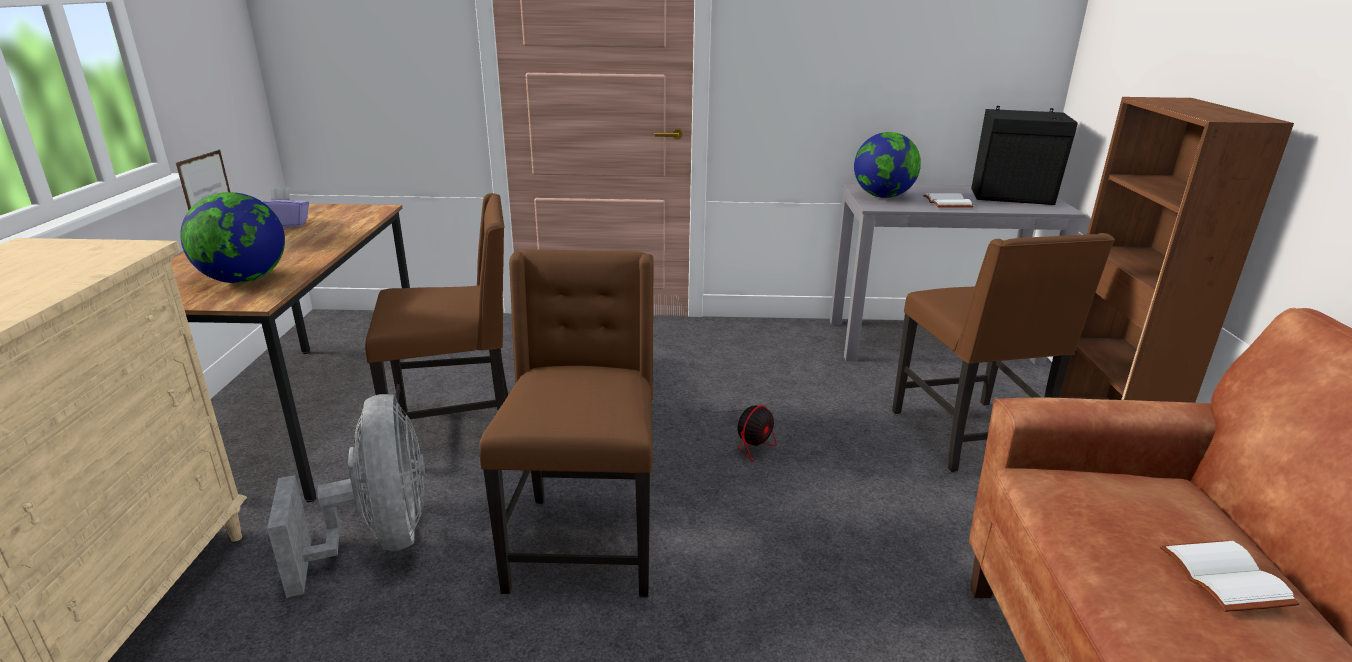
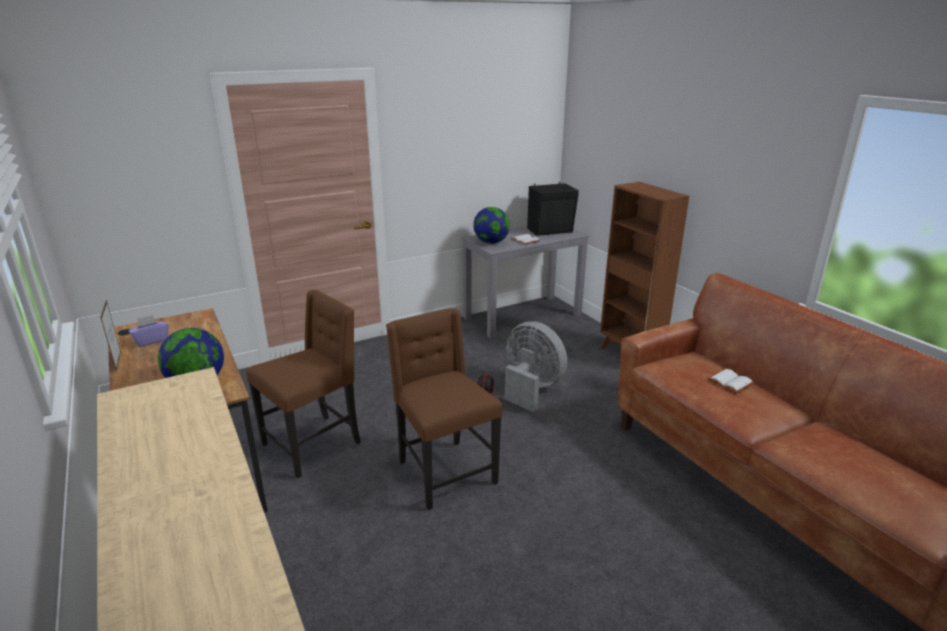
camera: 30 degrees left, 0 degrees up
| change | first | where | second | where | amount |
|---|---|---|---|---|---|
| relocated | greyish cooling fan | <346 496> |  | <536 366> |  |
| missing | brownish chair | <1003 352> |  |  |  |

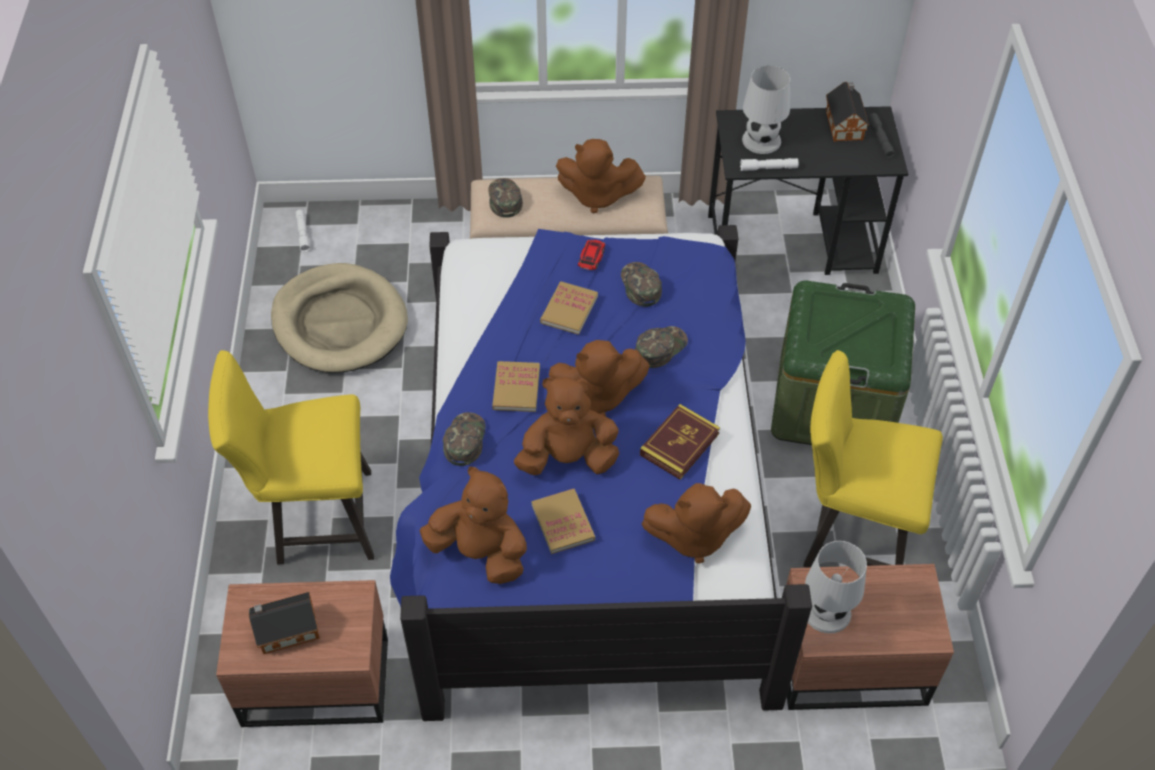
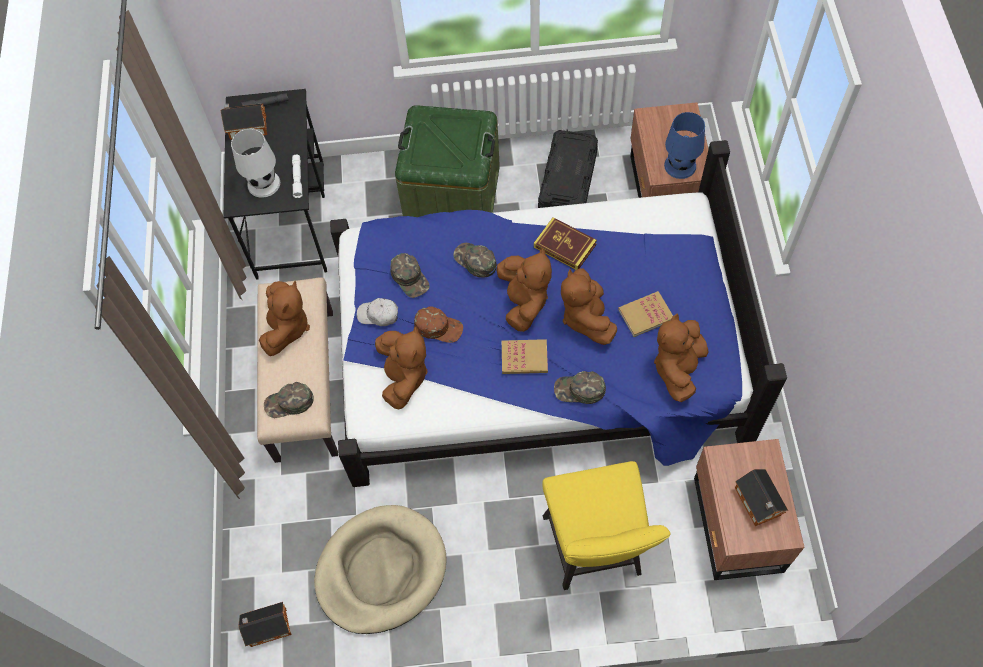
camera: 90 degrees left, 10 degrees up
| change | first | where | second | where | amount |
|---|---|---|---|---|---|
| exchanged | white-coloured flashlight | <303 231> | toy house | <265 624> |  |
| exchanged | bound book | <569 308> | brownish cap | <438 324> |  |
| exchanged | model car | <591 255> | white-coloured cap | <377 312> |  |
| spun | green-coloured cap | <641 284> |  | <410 275> | 105 degrees counterclockwise |
| relocated | brownish cuddly toy | <696 523> |  | <401 367> |  |
| exchanged | yellow chair | <873 459> | black storage container | <568 169> |  |
| colour | white-coloured table lamp | <836 587> | blue table lamp | <684 145> |  |

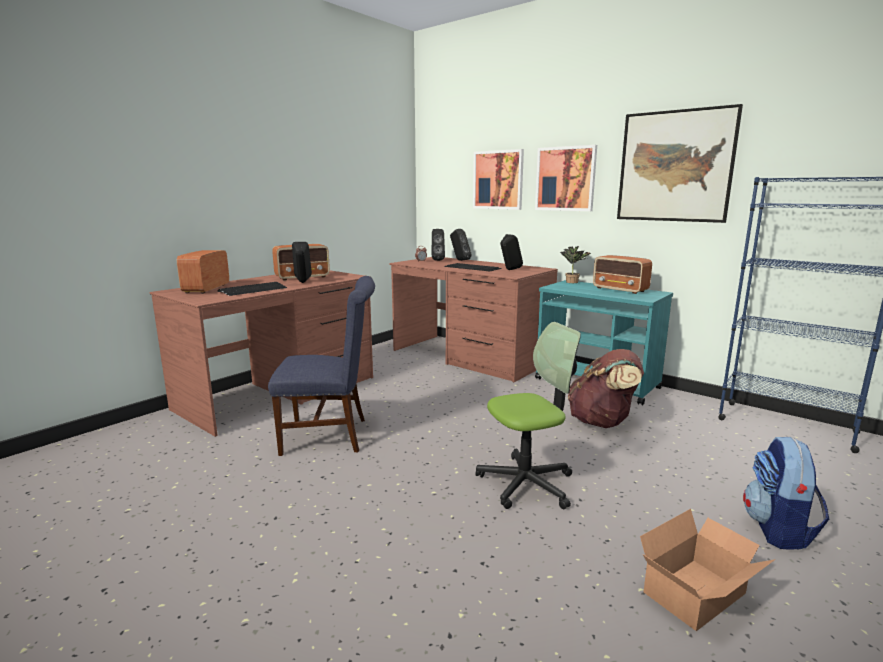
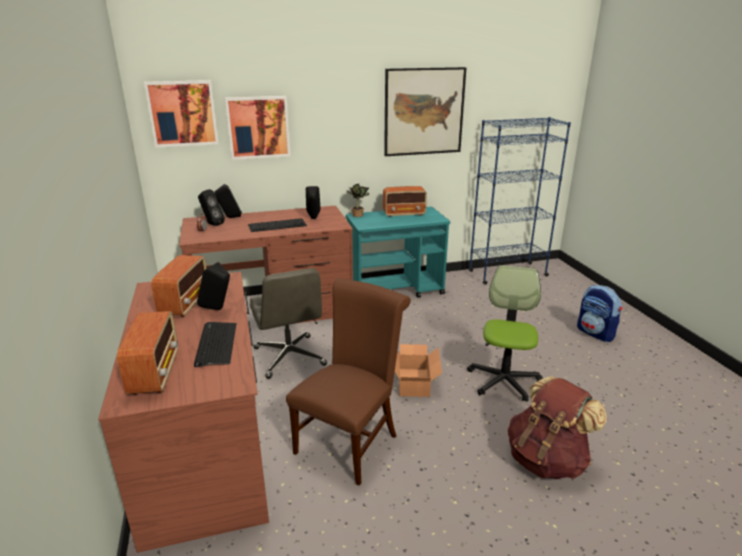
camera: 55 degrees left, 10 degrees up
| change | first | where | second | where | amount |
|---|---|---|---|---|---|
| spun | radio set | <203 272> |  | <147 353> | 135 degrees counterclockwise |
| colour | blue chair | <321 366> | brownish chair | <348 381> |  |
| relocated | wall picture | <566 178> |  | <181 114> |  |
| relocated | brownish backpack | <606 388> |  | <557 427> |  |
| relocated | carton | <707 570> |  | <418 370> |  |
| appeared |  |  | greyish office chair | <288 323> |  |

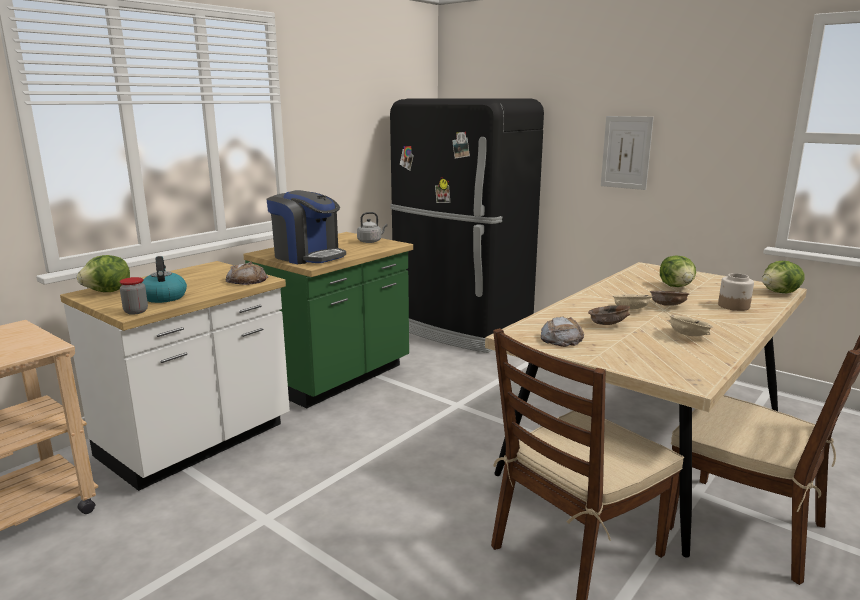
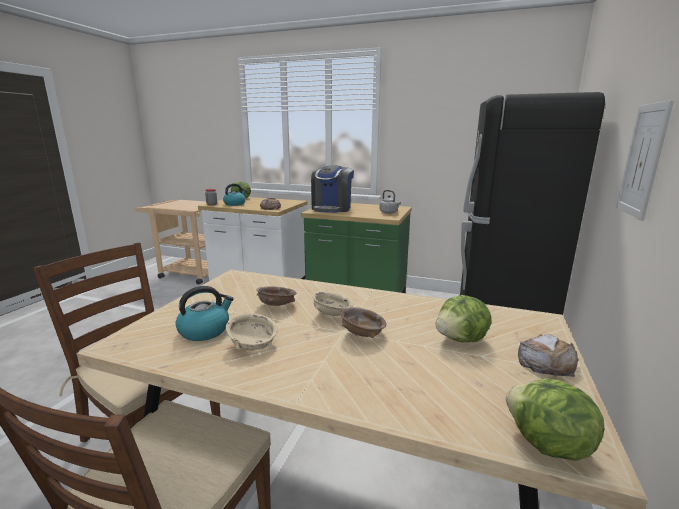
camera: 70 degrees right, 0 degrees up
| change | first | where | second | where | amount |
|---|---|---|---|---|---|
| relocated | bread | <562 331> |  | <548 355> |  |
| missing | preserve jar | <736 292> |  |  |  |
| appeared |  |  | tea kettle | <205 313> |  |

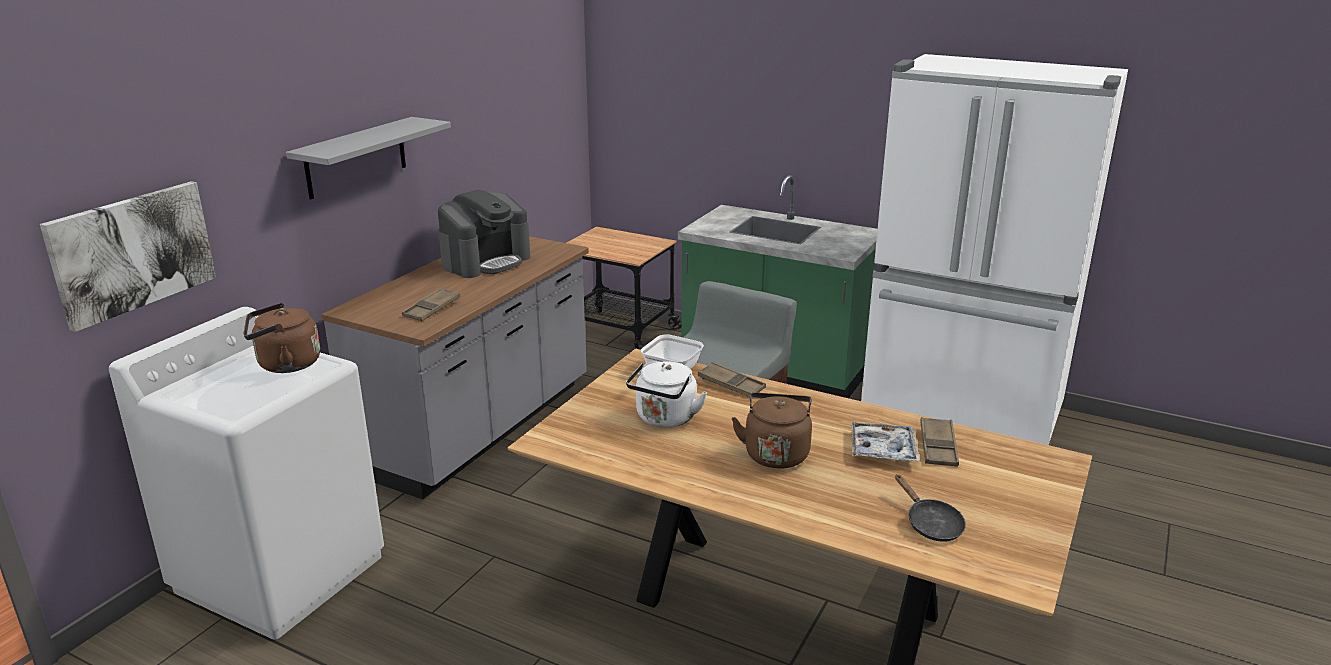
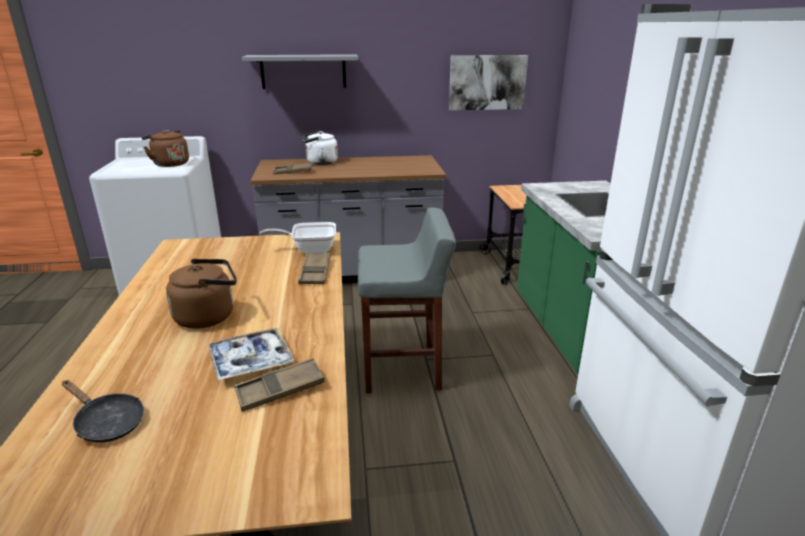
camera: 55 degrees right, 0 degrees up
| change | first | where | second | where | amount |
|---|---|---|---|---|---|
| relocated | wall picture | <128 256> |  | <488 82> |  |
| missing | coffee brewer | <484 234> |  |  |  |
| relocated | white-coloured tea kettle | <666 394> |  | <320 148> |  |
| spun | black frying pan | <930 508> |  | <103 411> | 90 degrees counterclockwise |

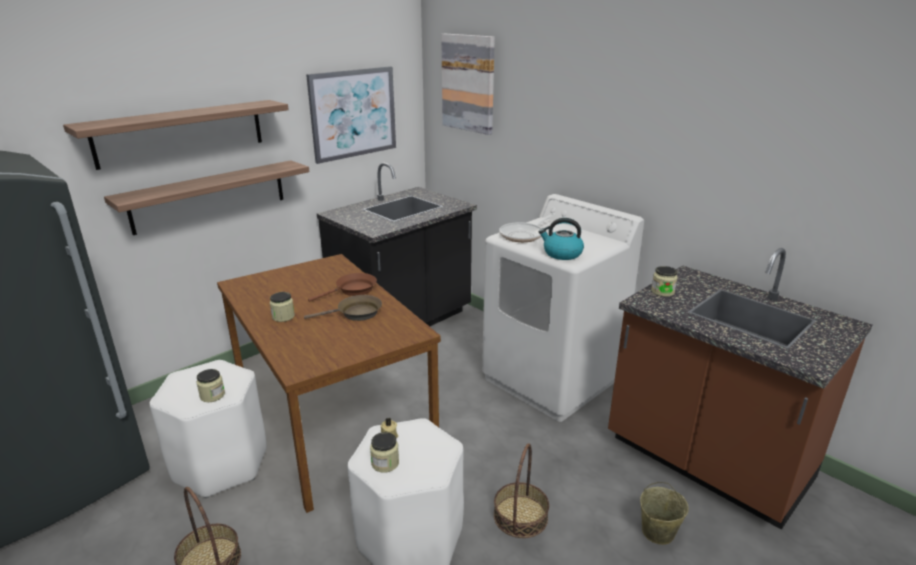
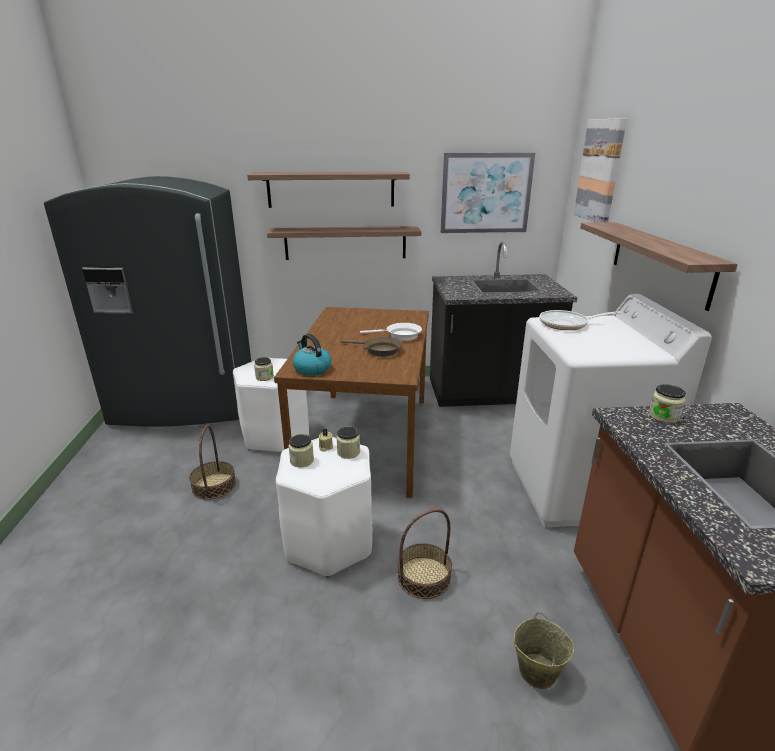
camera: 40 degrees right, 0 degrees up
| change | first | where | second | where | amount |
|---|---|---|---|---|---|
| relocated | preserve jar | <282 307> |  | <348 443> |  |
| colour | brownish frying pan | <342 287> | white-coloured frying pan | <391 332> |  |
| relocated | tea kettle | <561 239> |  | <312 354> |  |
| appeared |  |  | shelf | <658 266> |  |

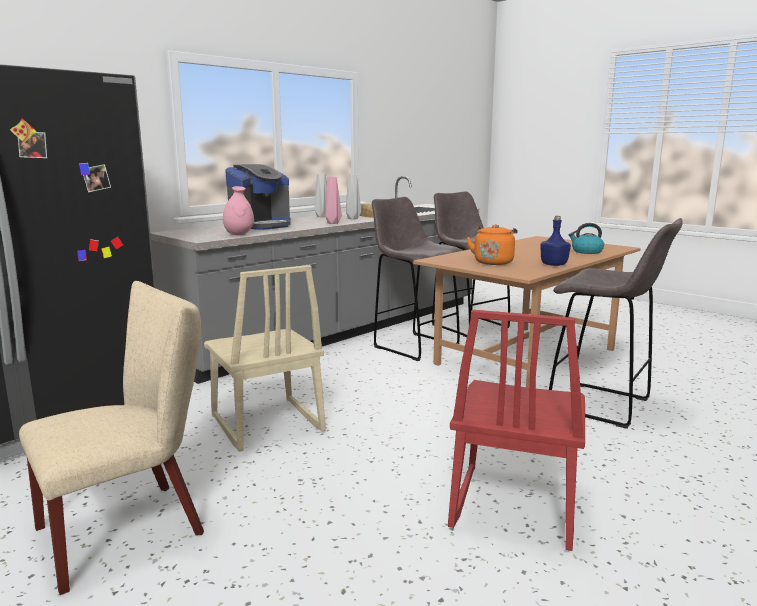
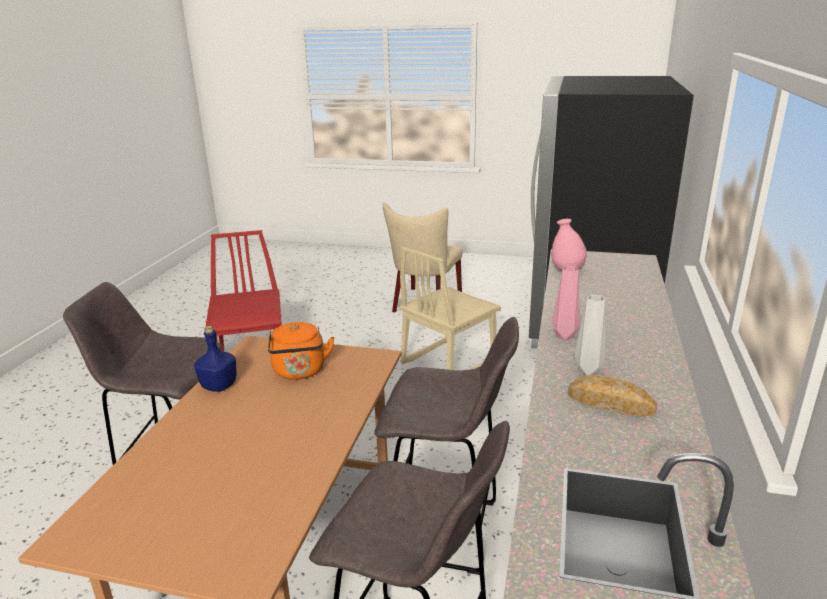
camera: 150 degrees right, 10 degrees up
| change | first | where | second | where | amount |
|---|---|---|---|---|---|
| spun | beige chair | <265 358> |  | <450 308> | 75 degrees counterclockwise |
| missing | coffee brewer | <258 197> |  |  |  |
| missing | greyish decorative vase | <321 195> |  |  |  |
| missing | tea kettle | <586 238> |  |  |  |

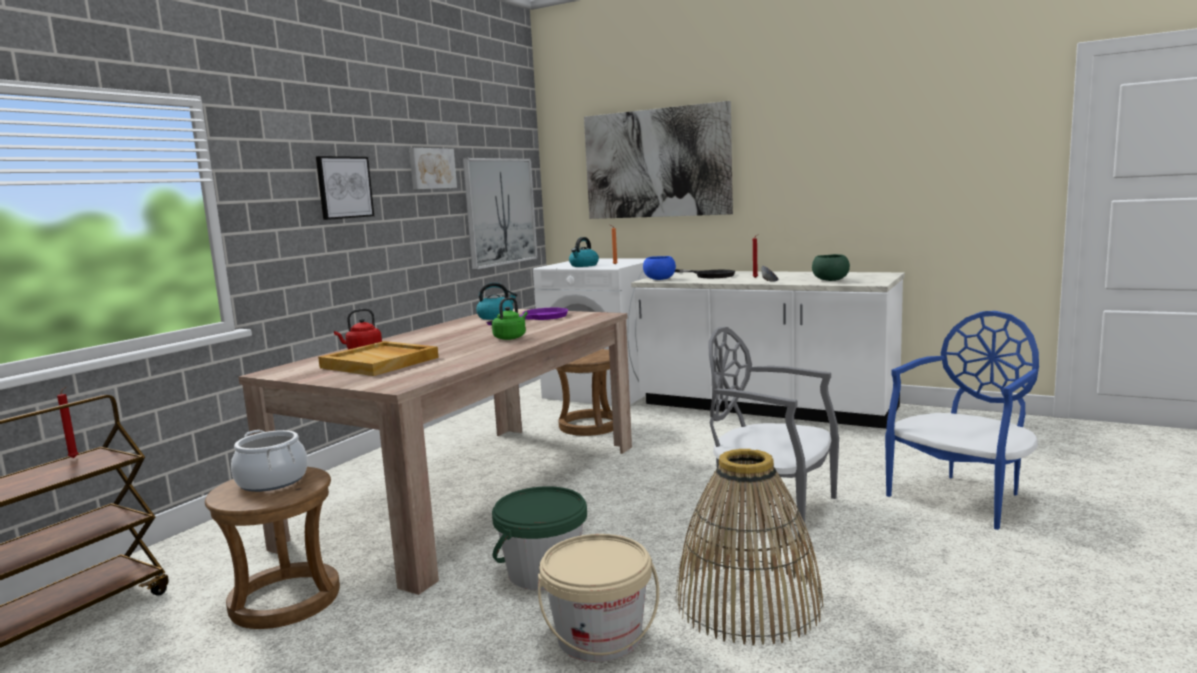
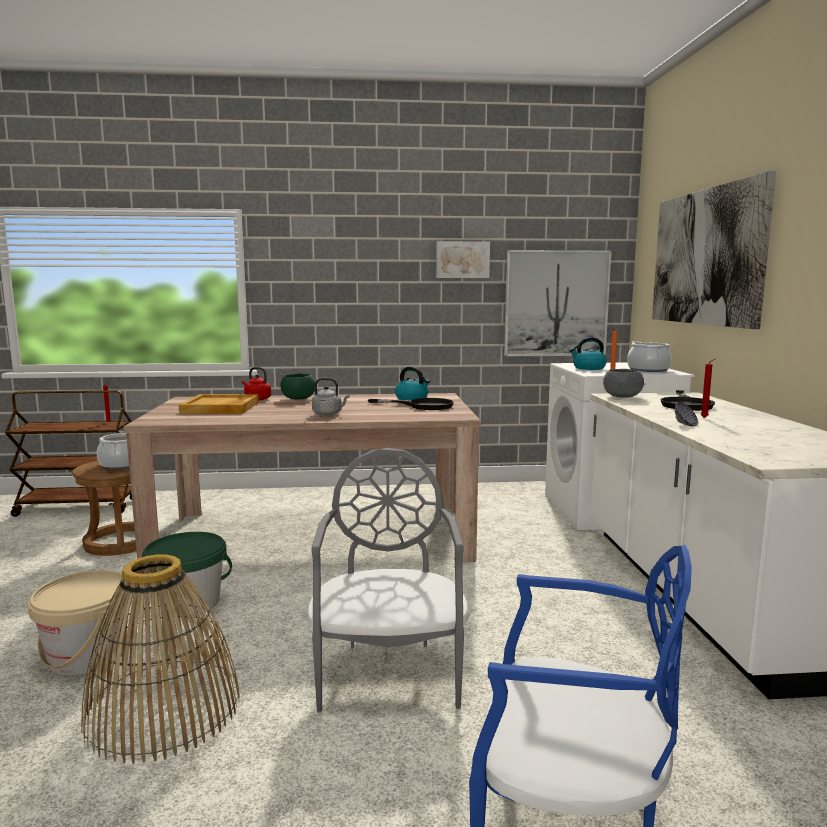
camera: 55 degrees right, 0 degrees up
| change | first | where | second | where | amount |
|---|---|---|---|---|---|
| missing | wall picture | <345 188> |  |  |  |
| colour | purple-coloured frying pan | <527 316> | black frying pan | <411 404> |  |
| colour | green-coloured tea kettle | <510 318> | greyish tea kettle | <331 396> |  |
| missing | brownish stool seat | <584 392> |  |  |  |
| colour | blue bowl | <659 268> | greyish bowl | <623 383> |  |
| relocated | green-coloured bowl | <831 267> |  | <297 386> |  |
| appeared |  |  | stockpot | <649 356> |  |

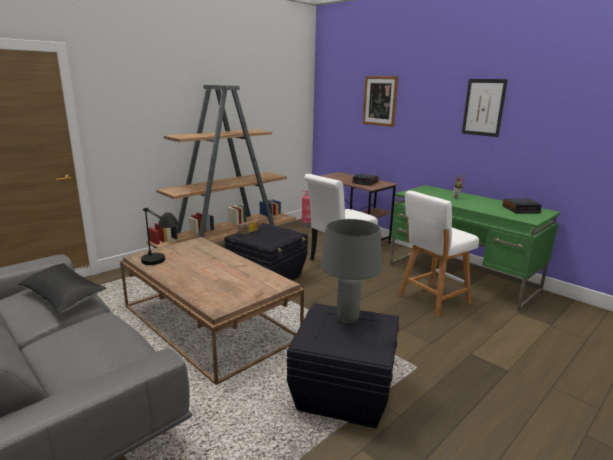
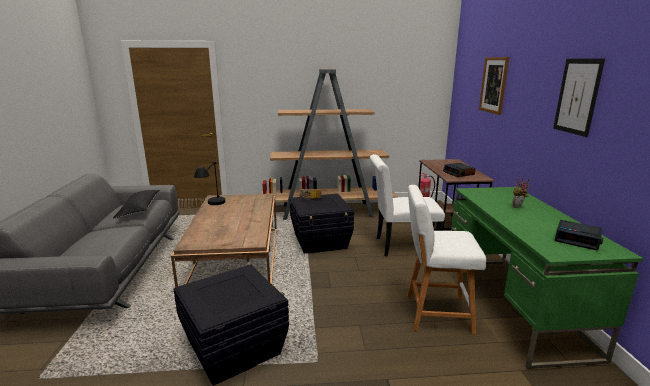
camera: 40 degrees right, 0 degrees up
| change | first | where | second | where | amount |
|---|---|---|---|---|---|
| missing | greyish table lamp | <351 271> |  |  |  |

